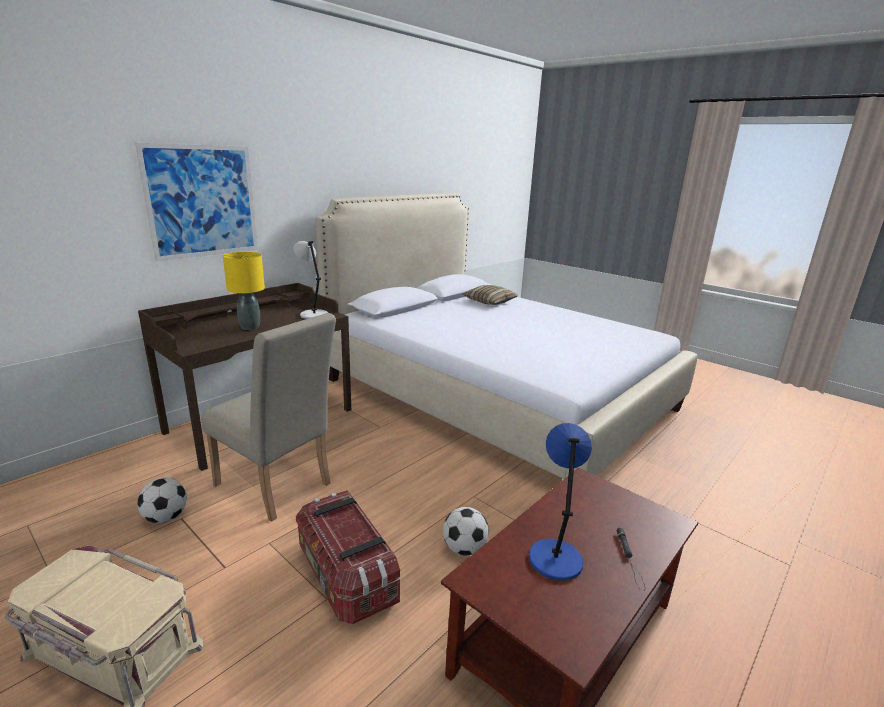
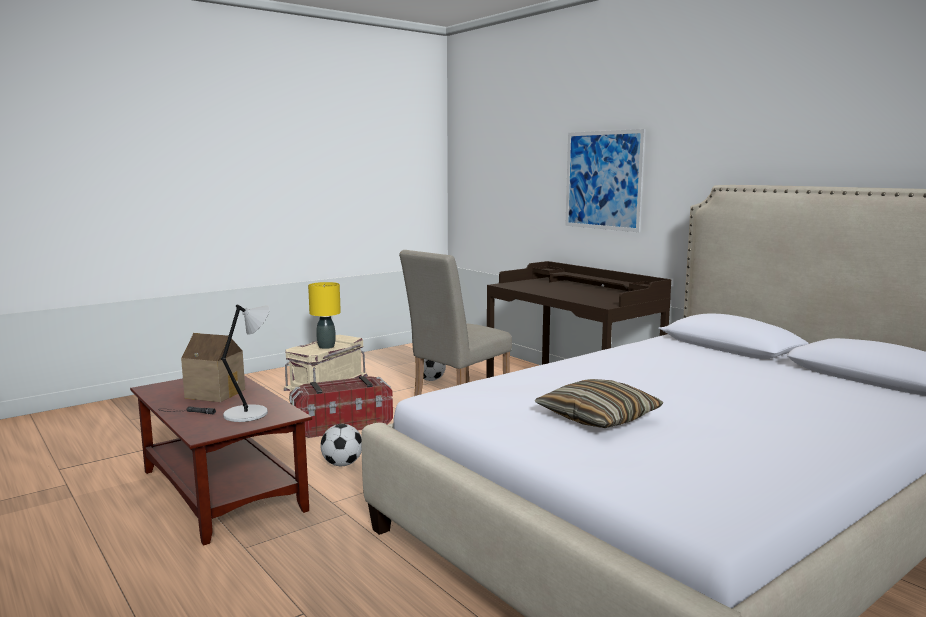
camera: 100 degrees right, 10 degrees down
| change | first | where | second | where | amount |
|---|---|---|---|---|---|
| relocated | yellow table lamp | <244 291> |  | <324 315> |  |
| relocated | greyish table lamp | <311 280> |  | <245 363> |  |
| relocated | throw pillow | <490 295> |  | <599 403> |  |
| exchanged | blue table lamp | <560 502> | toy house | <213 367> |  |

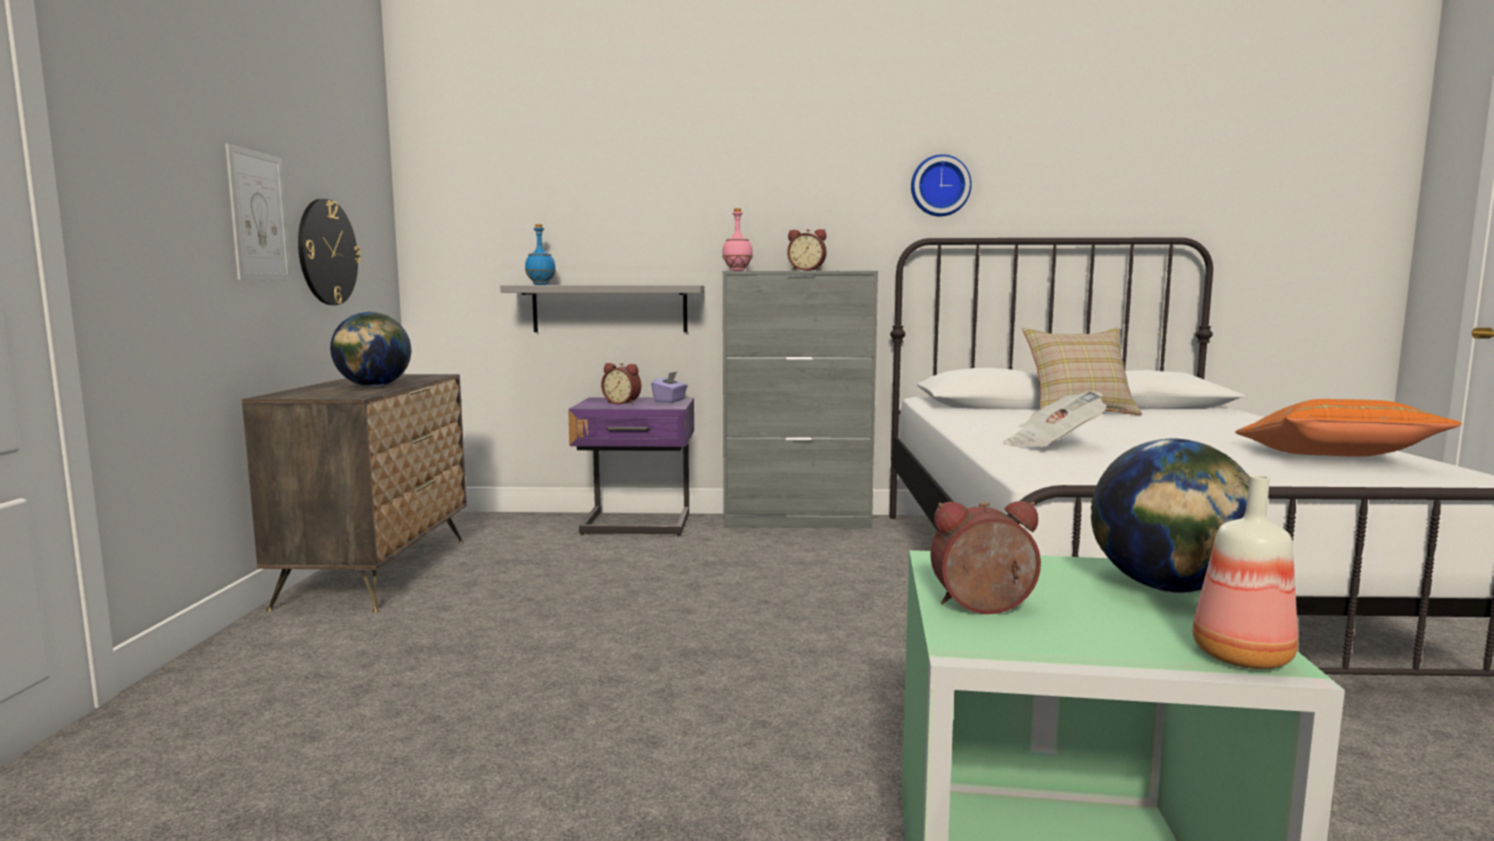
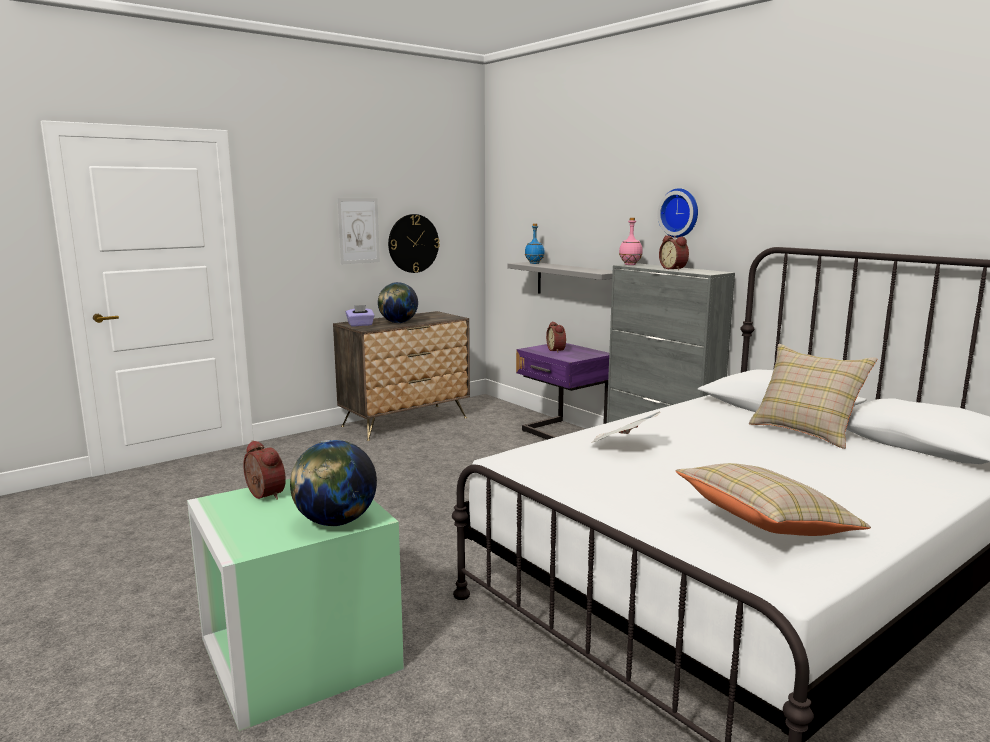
camera: 50 degrees right, 5 degrees up
| change | first | where | second | where | amount |
|---|---|---|---|---|---|
| relocated | purple-coloured tissue holder | <669 387> |  | <360 315> |  |
| relocated | wall clock | <941 185> |  | <678 213> |  |
| missing | beverage bottle | <1245 572> |  |  |  |
| colour | orange-coloured throw pillow | <1348 428> | beige throw pillow | <773 499> |  |

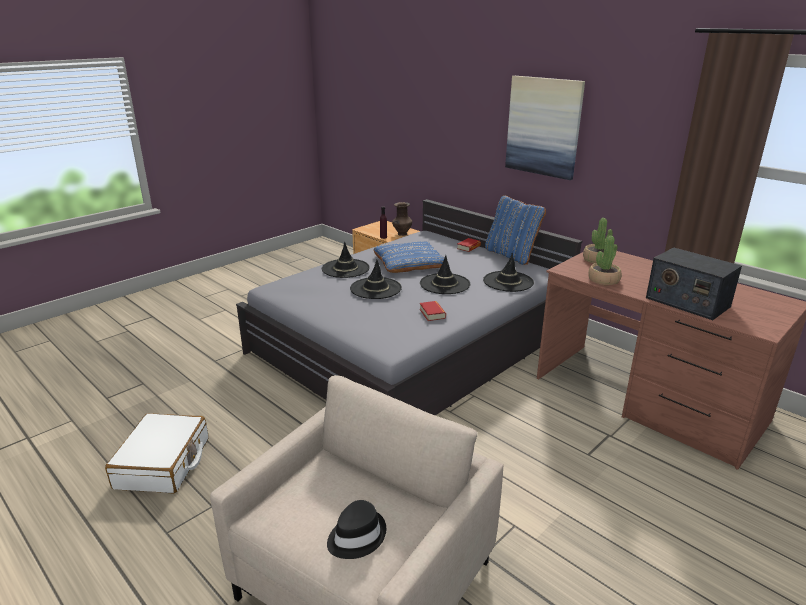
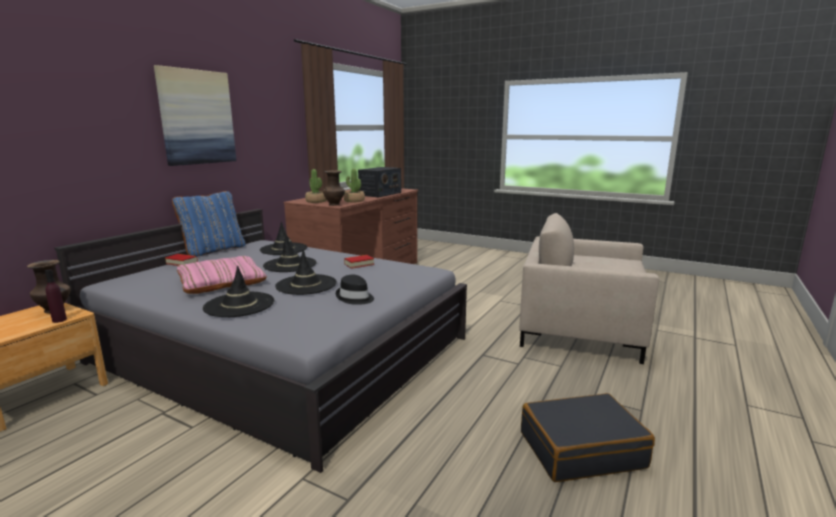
camera: 105 degrees left, 10 degrees down
| change | first | where | second | where | amount |
|---|---|---|---|---|---|
| colour | white-coloured travel case | <157 453> | black travel case | <588 437> |  |
| relocated | black wearable hat | <356 529> |  | <355 289> |  |
| colour | blue throw pillow | <408 257> | pinkish throw pillow | <222 275> |  |
| appeared |  |  | brownish decorative vase | <334 188> |  |

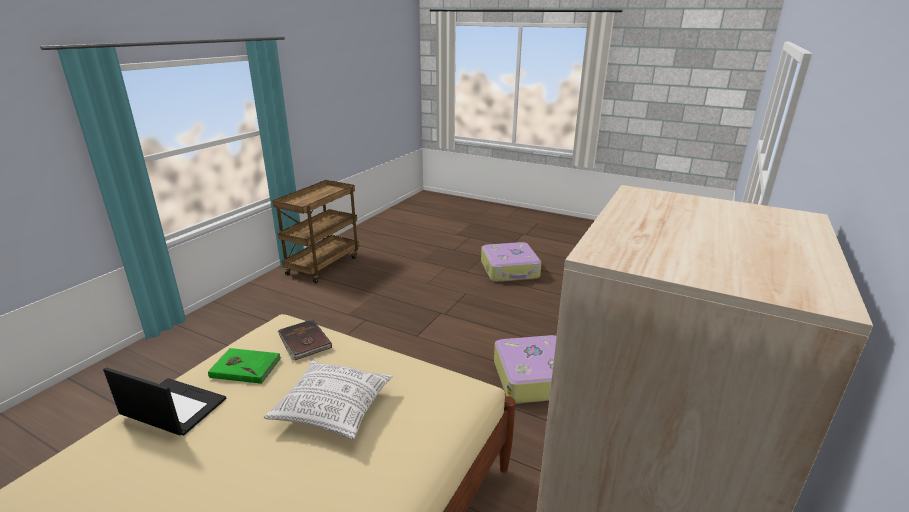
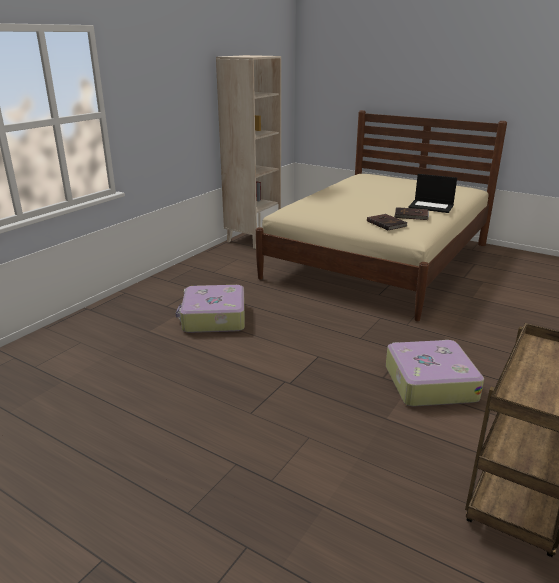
camera: 175 degrees left, 0 degrees up
| change | first | where | second | where | amount |
|---|---|---|---|---|---|
| colour | green-coloured bound book | <244 366> | brownish bound book | <411 213> |  |
| missing | throw pillow | <328 400> |  |  |  |
| relocated | travel case | <511 262> |  | <435 373> |  |

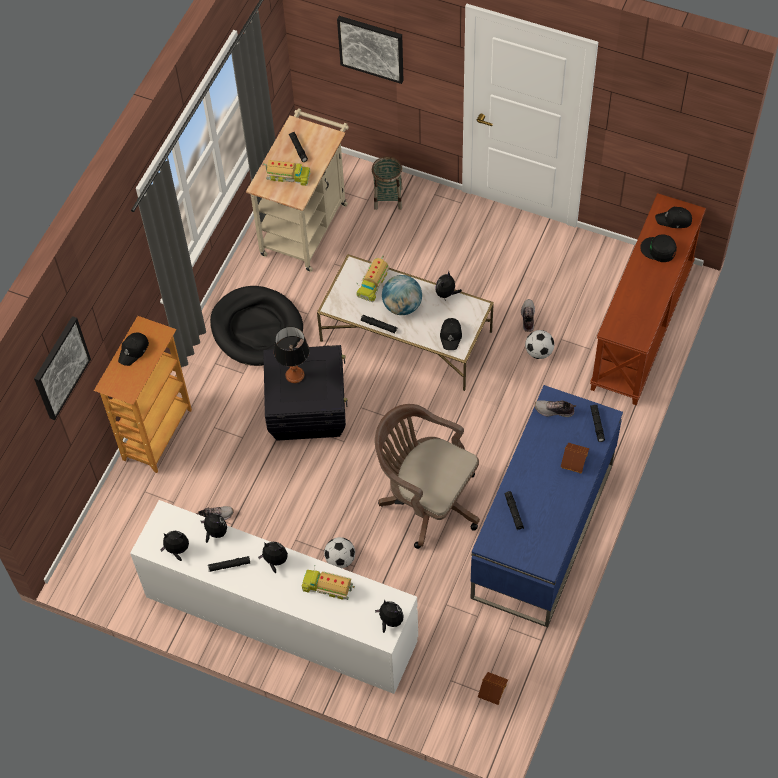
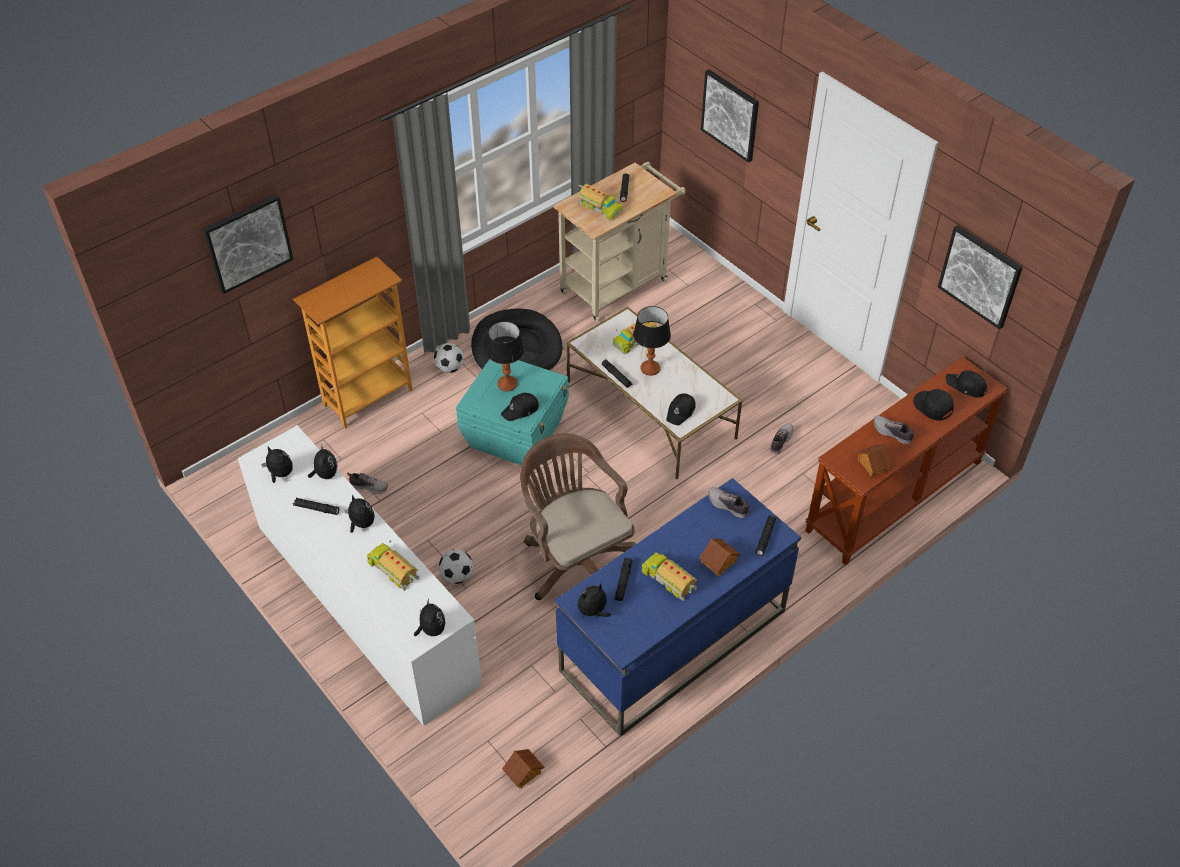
camera: 25 degrees right, 10 degrees down
| change | first | where | second | where | amount |
|---|---|---|---|---|---|
| relocated | black cap | <133 349> |  | <520 407> |  |
| colour | black storage container | <305 393> | blue-green storage container | <512 412> |  |
| missing | basket | <387 183> |  |  |  |
| exchanged | globe | <402 295> | table lamp | <652 341> |  |
| relocated | cuddly toy | <448 286> |  | <594 601> |  |
| relocated | football | <539 344> |  | <449 358> |  |
| appeared |  |  | model truck | <669 575> |  |
| appeared |  |  | toy house | <875 460> |  |
| appeared |  |  | low shoe | <894 429> |  |
| appeared |  |  | wall picture | <980 277> |  |

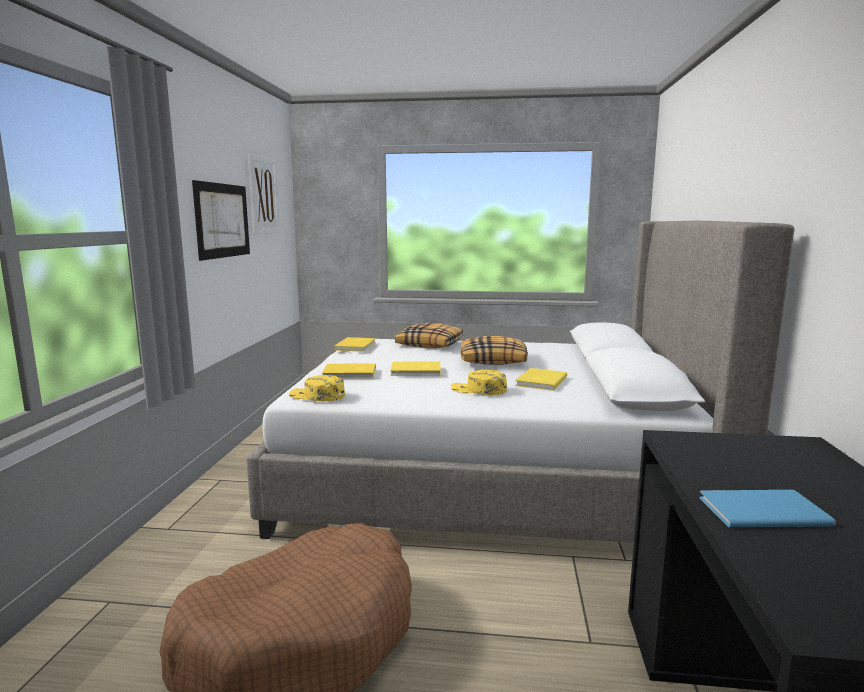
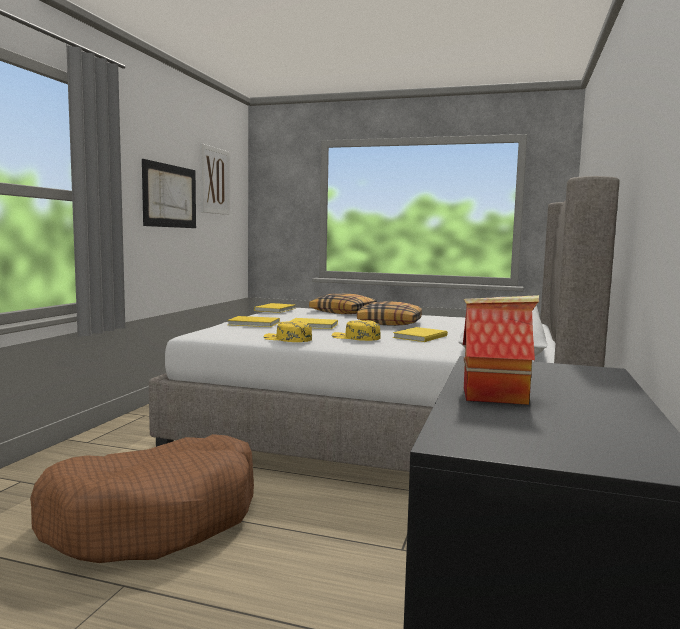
camera: 10 degrees right, 5 degrees down
| change | first | where | second | where | amount |
|---|---|---|---|---|---|
| relocated | yellow cap | <317 388> |  | <287 331> |  |
| exchanged | blue bound book | <767 508> | toy house | <501 350> |  |

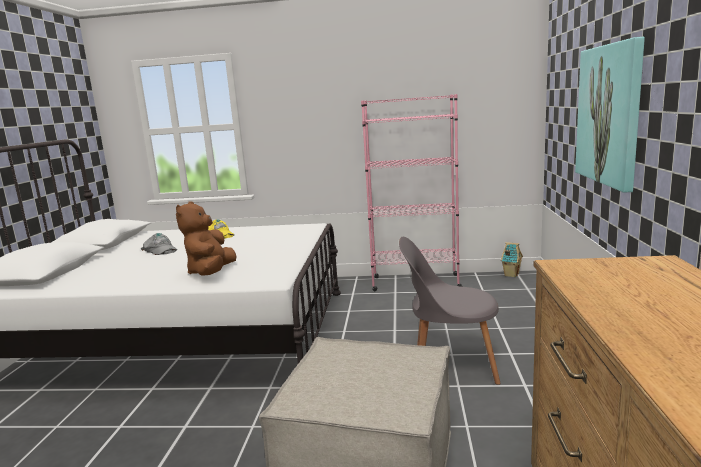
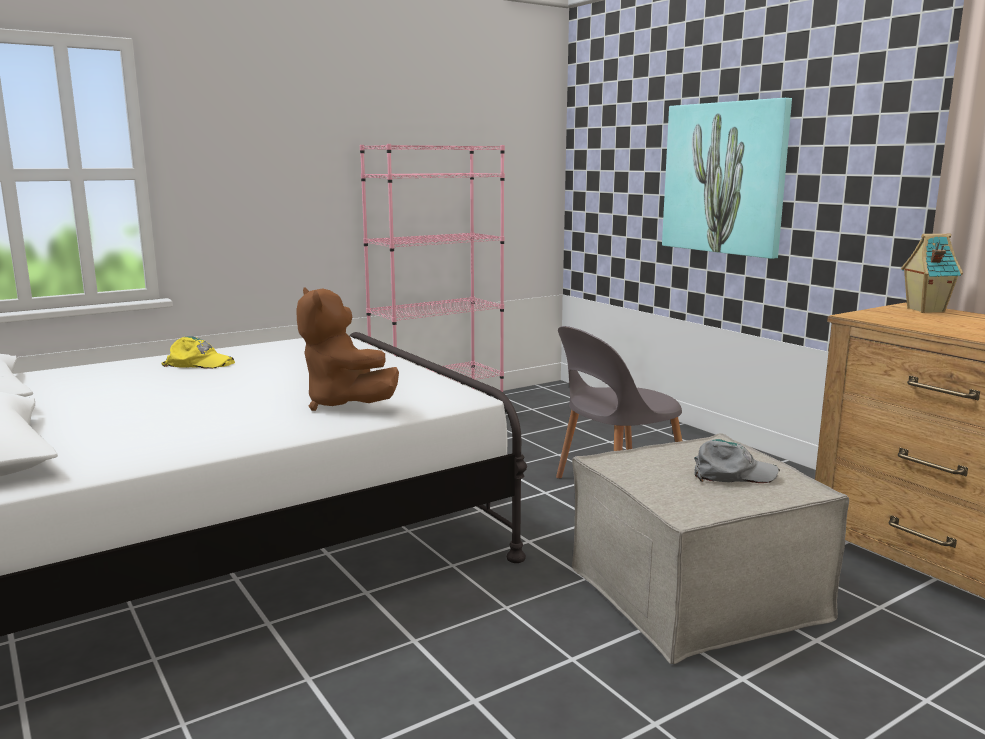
camera: 40 degrees left, 0 degrees up
| change | first | where | second | where | amount |
|---|---|---|---|---|---|
| relocated | greyish cap | <159 244> |  | <737 461> |  |
| relocated | toy house | <512 259> |  | <932 273> |  |

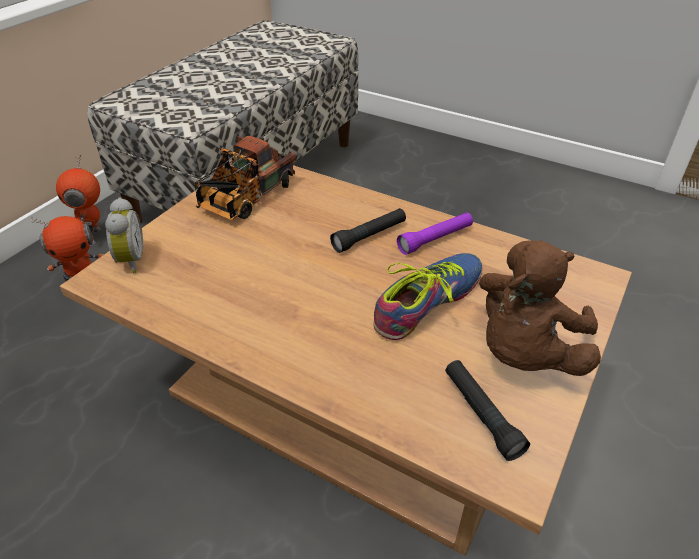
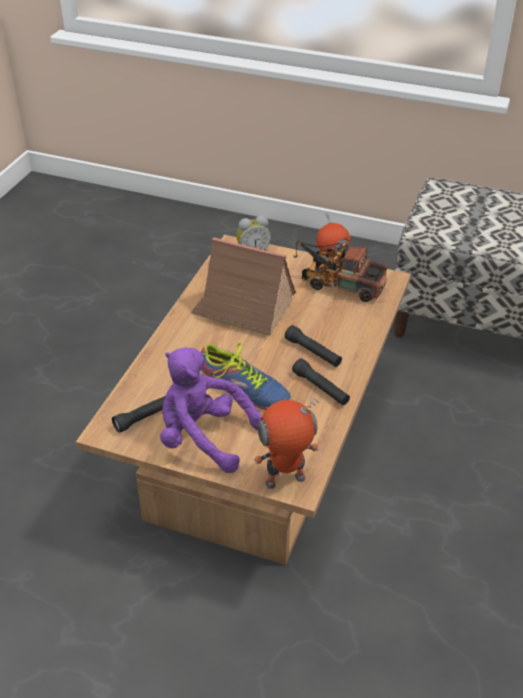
camera: 80 degrees right, 0 degrees up
| change | first | where | second | where | amount |
|---|---|---|---|---|---|
| relocated | model robot | <78 200> |  | <287 444> |  |
| colour | purple-coloured flashlight | <435 233> | black flashlight | <321 381> |  |
| colour | brownish cuddly toy | <540 308> | purple-coloured cuddly toy | <211 410> |  |
| appeared |  |  | toy house | <243 286> |  |

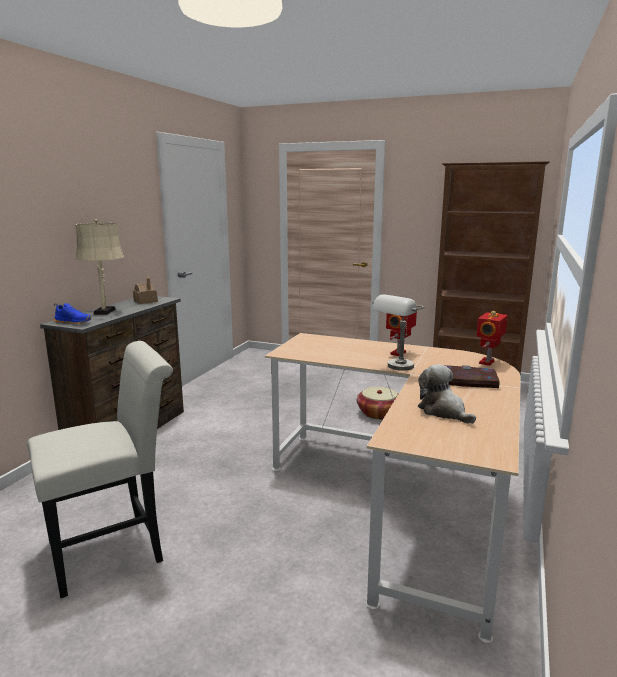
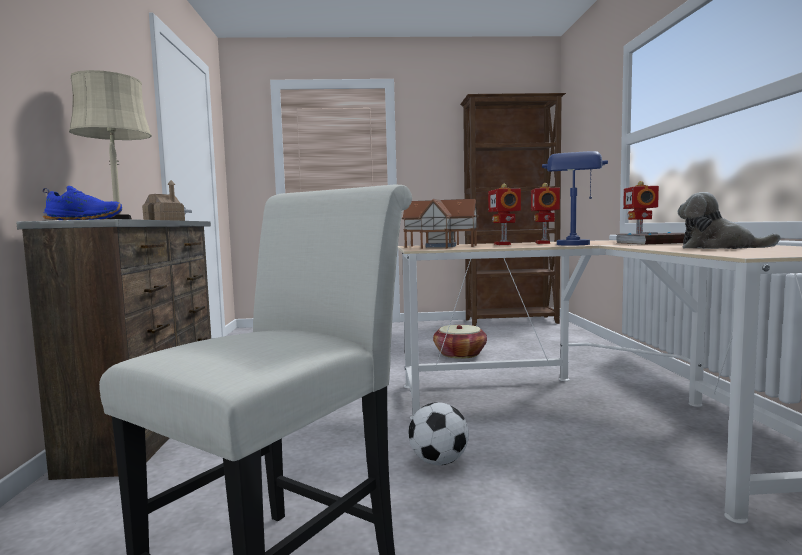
camera: 25 degrees left, 10 degrees down
| change | first | where | second | where | amount |
|---|---|---|---|---|---|
| colour | greyish table lamp | <398 332> | blue table lamp | <575 198> |  |
| appeared |  |  | toy house | <440 224> |  |
| appeared |  |  | football | <438 433> |  |
| appeared |  |  | model robot | <504 214> |  |

